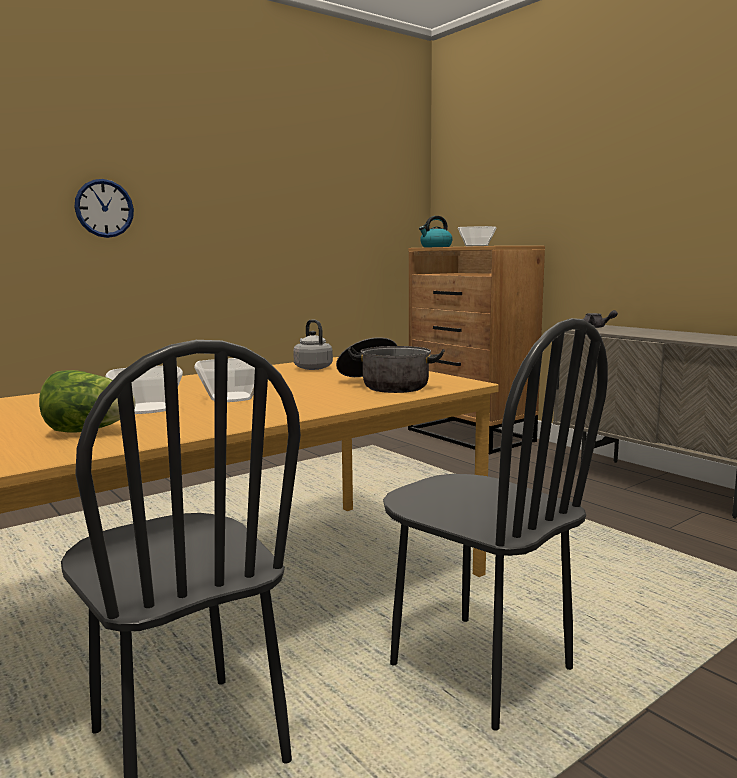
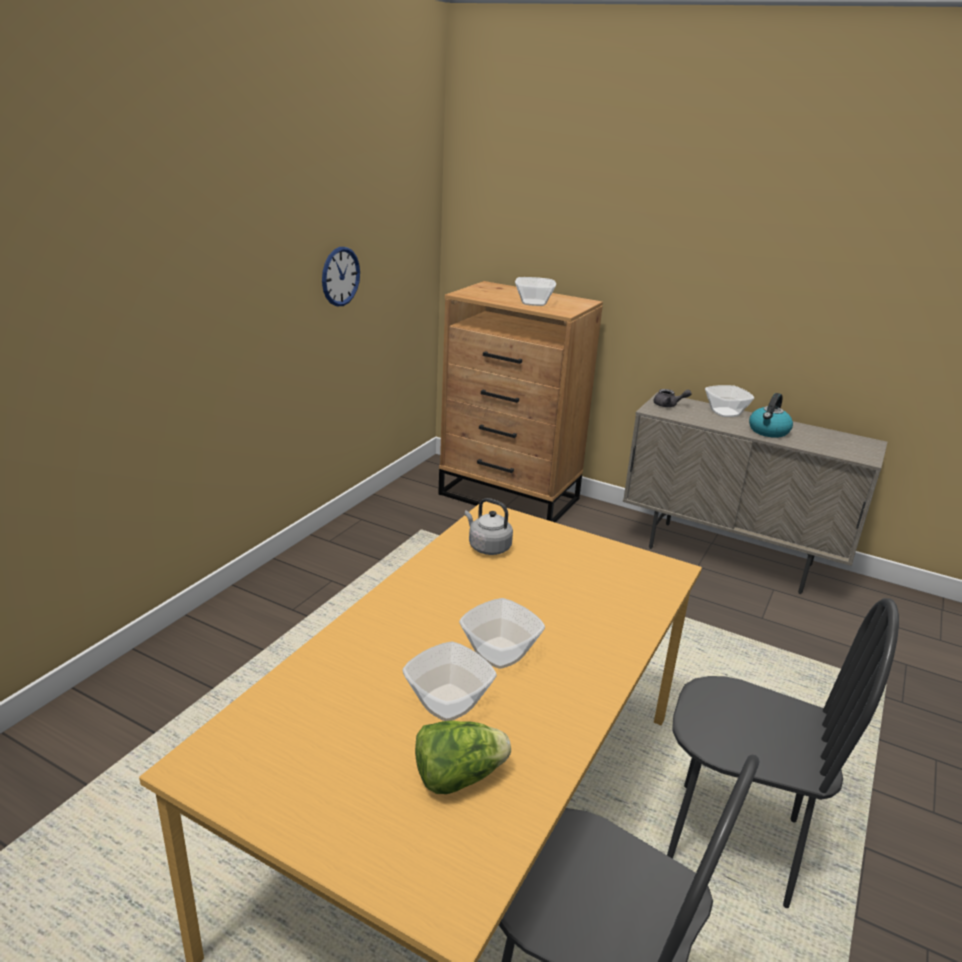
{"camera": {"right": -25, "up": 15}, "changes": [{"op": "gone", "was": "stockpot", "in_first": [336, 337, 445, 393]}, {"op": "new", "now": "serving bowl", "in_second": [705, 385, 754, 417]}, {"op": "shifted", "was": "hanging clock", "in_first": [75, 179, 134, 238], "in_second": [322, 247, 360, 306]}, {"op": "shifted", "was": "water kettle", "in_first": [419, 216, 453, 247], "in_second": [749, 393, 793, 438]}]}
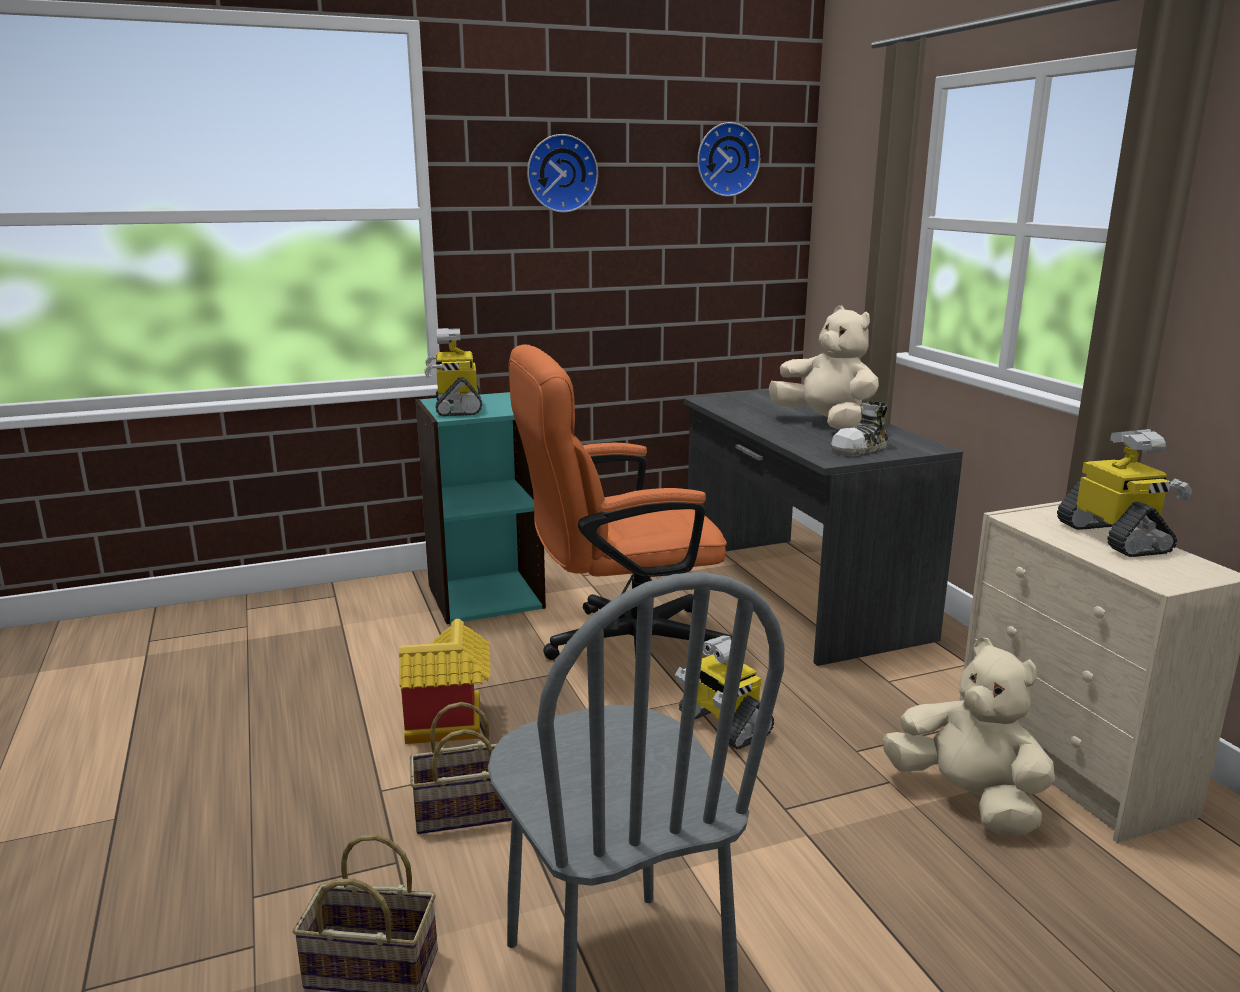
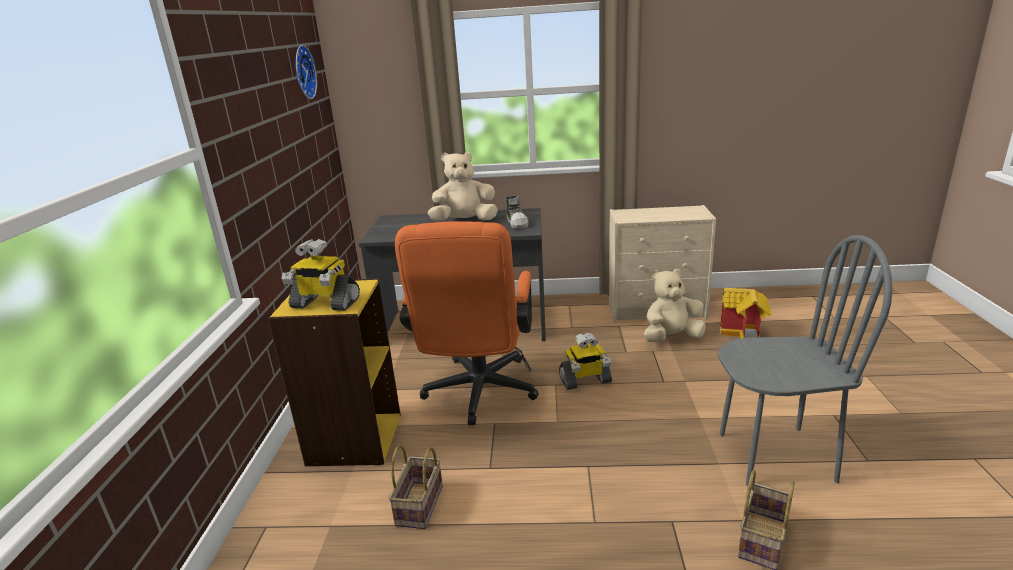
{"camera": {"right": -65, "up": 5}, "changes": [{"op": "gone", "was": "hanging clock", "in_first": [527, 134, 598, 213]}, {"op": "gone", "was": "robot figure", "in_first": [1057, 429, 1192, 557]}, {"op": "shifted", "was": "model house", "in_first": [399, 619, 491, 744], "in_second": [720, 288, 772, 338]}, {"op": "shifted", "was": "storage basket", "in_first": [410, 702, 512, 834], "in_second": [389, 445, 443, 529]}, {"op": "repainted", "was": "bookcase (blue-green)", "now": "bookcase (yellow-coloured)", "in_first": [416, 392, 546, 624], "in_second": [268, 278, 401, 466]}]}
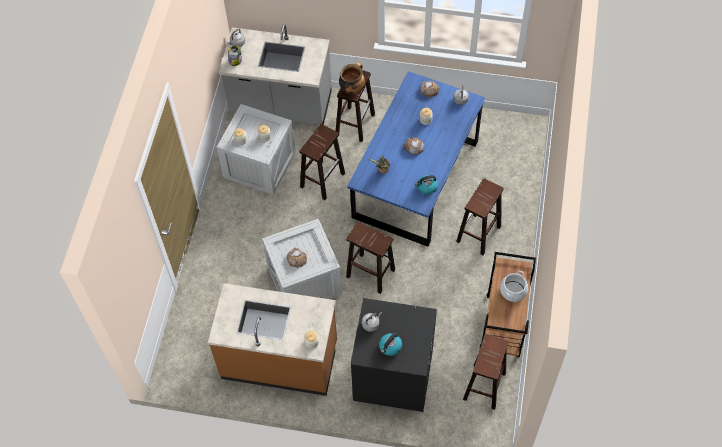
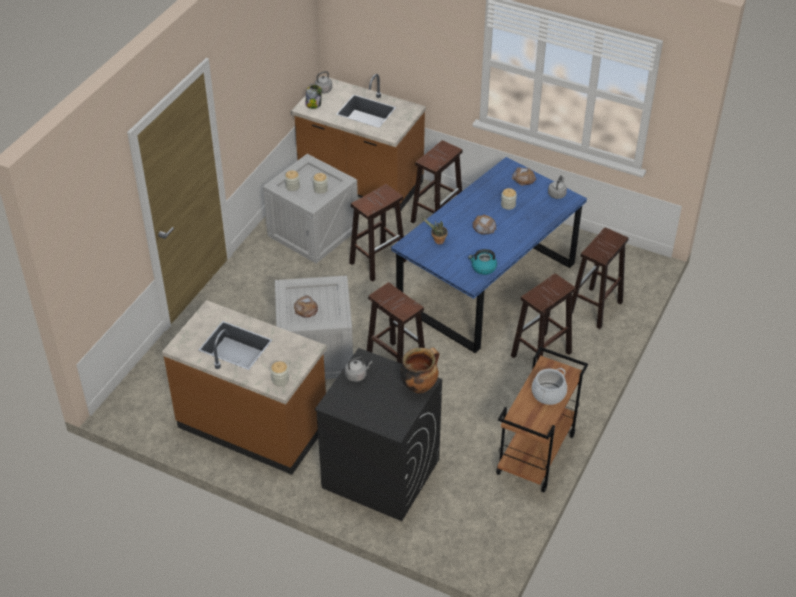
{"camera": {"right": 15, "up": -15}, "changes": [{"op": "gone", "was": "water kettle", "in_first": [379, 333, 402, 356]}, {"op": "shifted", "was": "stockpot", "in_first": [339, 62, 365, 95], "in_second": [400, 348, 439, 393]}, {"op": "shifted", "was": "sitting stool (brown-coloured)", "in_first": [463, 334, 509, 410], "in_second": [572, 227, 629, 329]}, {"op": "repainted", "was": "kitchen counter (gray)", "now": "kitchen counter (brown-coloured)", "in_first": [219, 24, 332, 125], "in_second": [291, 74, 426, 210]}]}
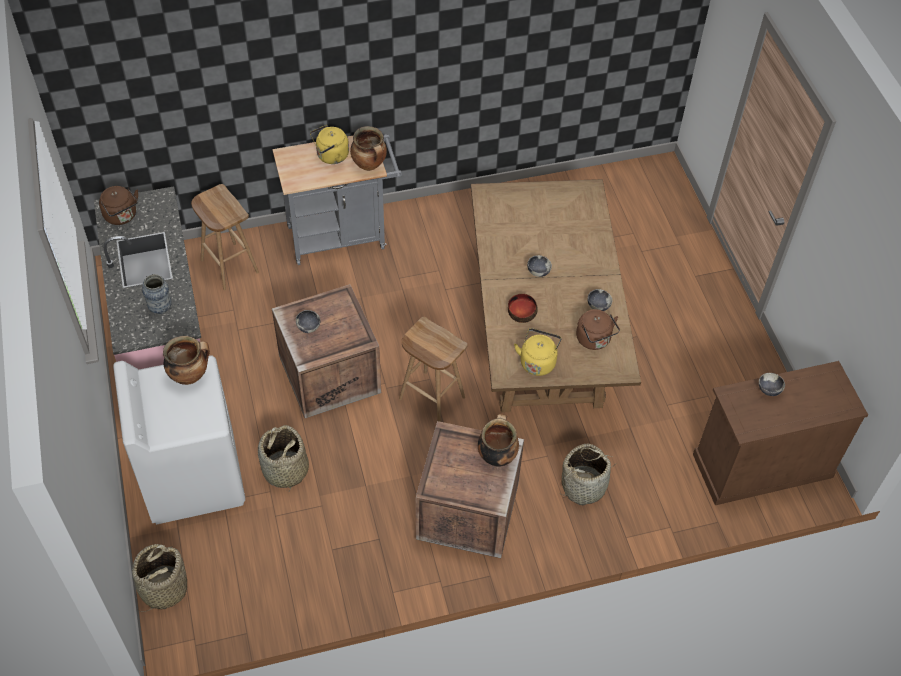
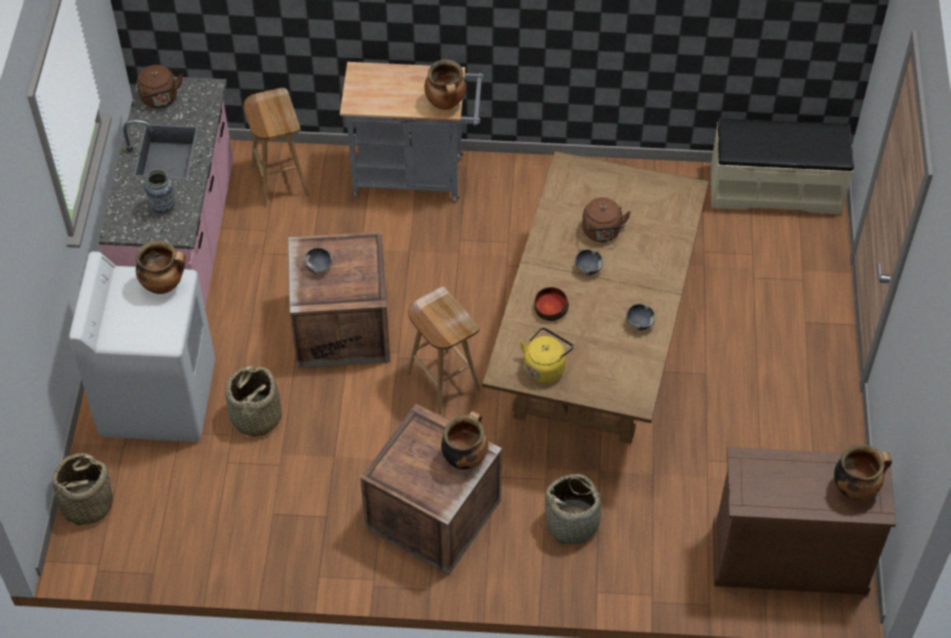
{"camera": {"right": 20, "up": 0}, "changes": [{"op": "gone", "was": "water kettle (yellow-coloured)", "in_first": [310, 125, 349, 164]}, {"op": "gone", "was": "serving bowl", "in_first": [759, 373, 785, 396]}, {"op": "new", "now": "bench (sand-coloured)", "in_second": [711, 118, 854, 215]}, {"op": "new", "now": "stockpot", "in_second": [834, 444, 892, 500]}, {"op": "shifted", "was": "water kettle (brown-coloured)", "in_first": [576, 309, 620, 350], "in_second": [582, 197, 631, 242]}]}
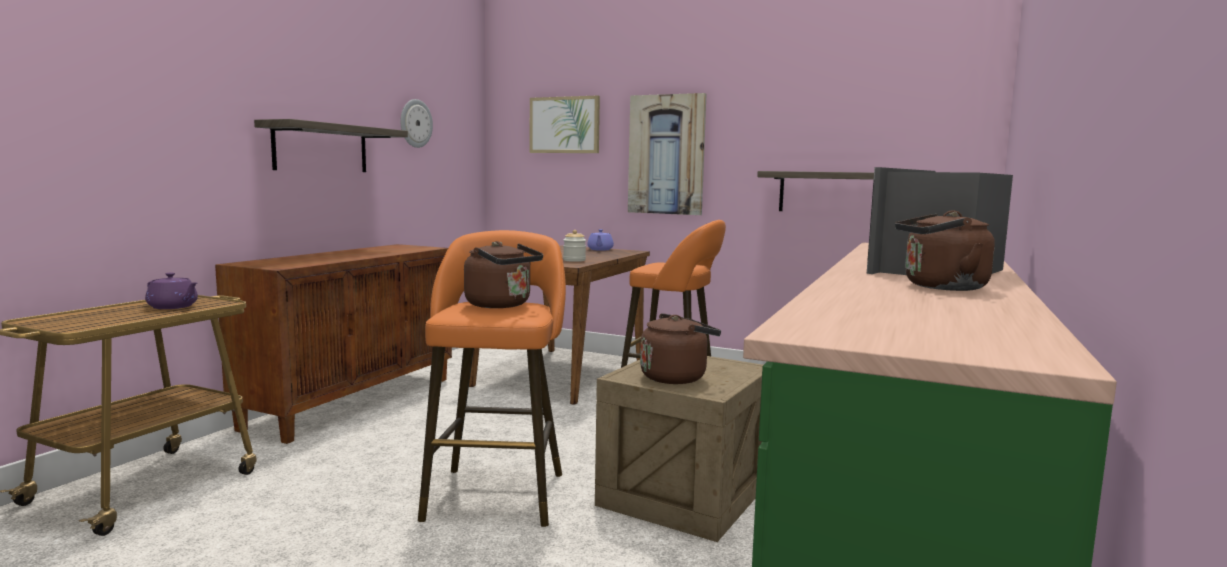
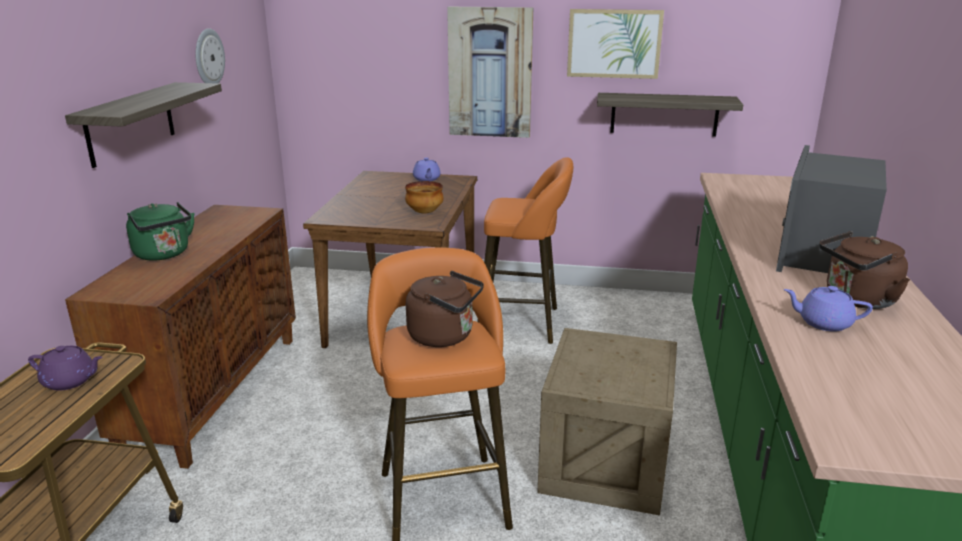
{"camera": {"right": -15, "up": 15}, "changes": [{"op": "gone", "was": "water kettle (brown-coloured)", "in_first": [640, 313, 721, 384]}, {"op": "new", "now": "water kettle (green-coloured)", "in_second": [126, 202, 195, 261]}, {"op": "new", "now": "pot for tea (purplish)", "in_second": [784, 286, 873, 332]}, {"op": "shifted", "was": "wall art", "in_first": [530, 95, 600, 153], "in_second": [567, 9, 664, 79]}, {"op": "swapped", "was": "preserve jar", "now": "serving bowl", "in_first": [563, 230, 586, 262], "in_second": [405, 181, 444, 214]}]}
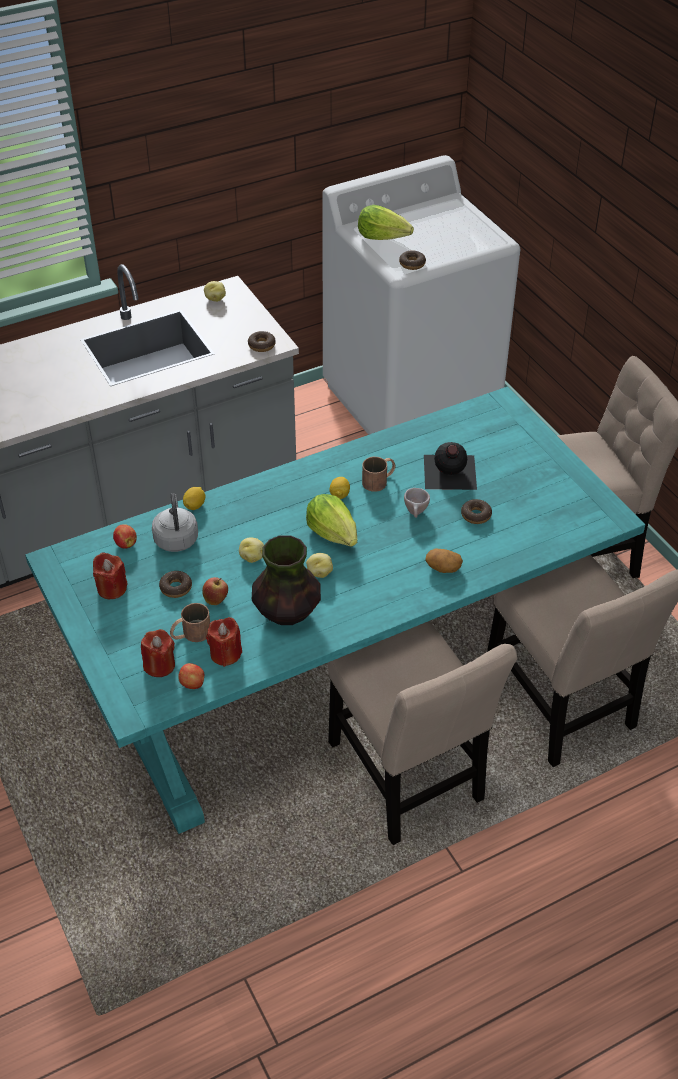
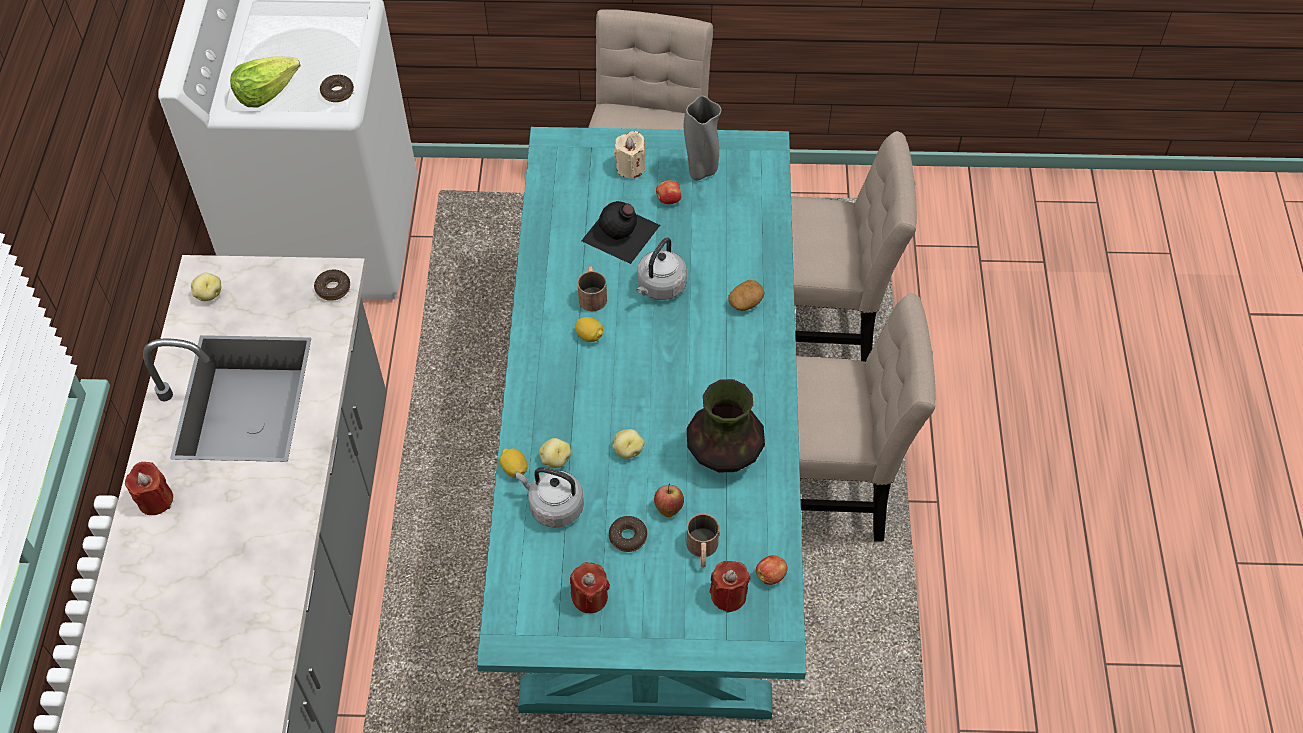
{"camera": {"right": -60, "up": 10}, "changes": [{"op": "gone", "was": "head of lettuce", "in_first": [306, 494, 357, 547]}, {"op": "gone", "was": "ring doughnut", "in_first": [461, 499, 492, 524]}, {"op": "new", "now": "wax candle (sand-coloured)", "in_second": [614, 131, 646, 179]}, {"op": "new", "now": "flower vase (gray)", "in_second": [684, 96, 722, 180]}, {"op": "shifted", "was": "whole apple", "in_first": [113, 524, 137, 549], "in_second": [656, 180, 682, 204]}, {"op": "shifted", "was": "wax candle (reddish)", "in_first": [206, 617, 242, 667], "in_second": [125, 462, 173, 515]}, {"op": "shifted", "was": "potato", "in_first": [306, 553, 333, 578], "in_second": [539, 438, 571, 468]}, {"op": "swapped", "was": "drinking cup (sand-coloured)", "now": "water kettle (gray)", "in_first": [404, 488, 430, 518], "in_second": [636, 237, 687, 300]}]}
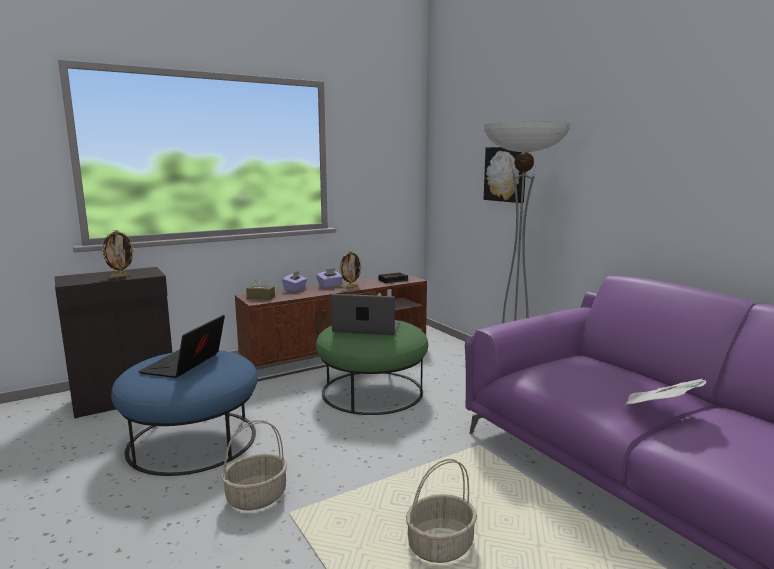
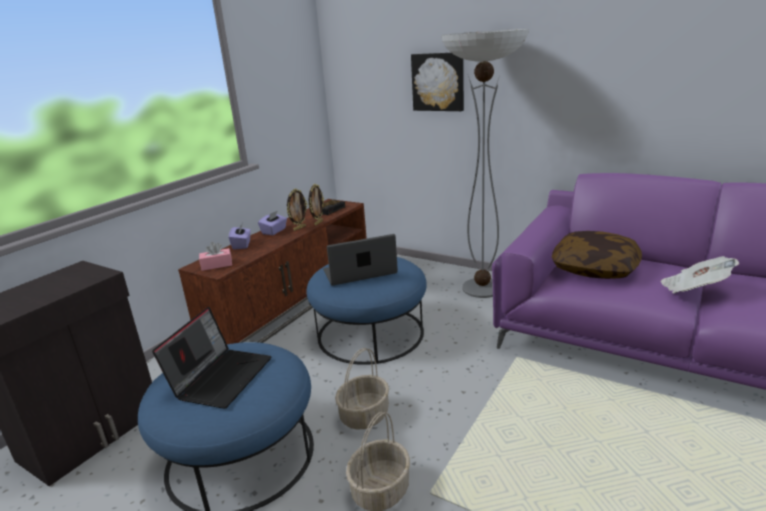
{"camera": {"right": -25, "up": 10}, "changes": [{"op": "new", "now": "throw pillow", "in_second": [552, 231, 642, 279]}, {"op": "shifted", "was": "standing frame", "in_first": [101, 230, 135, 278], "in_second": [309, 184, 324, 226]}, {"op": "shifted", "was": "storage basket", "in_first": [406, 459, 477, 563], "in_second": [335, 348, 389, 430]}, {"op": "repainted", "was": "tissue box (brown-coloured)", "now": "tissue box (pinkish)", "in_first": [246, 277, 275, 300], "in_second": [199, 242, 232, 271]}, {"op": "repainted", "was": "footrest (green-coloured)", "now": "footrest (blue-coloured)", "in_first": [316, 320, 428, 415], "in_second": [306, 257, 427, 365]}, {"op": "rotated", "was": "laptop", "in_first": [138, 315, 225, 378], "in_second": [152, 307, 272, 409], "clockwise": -150}]}
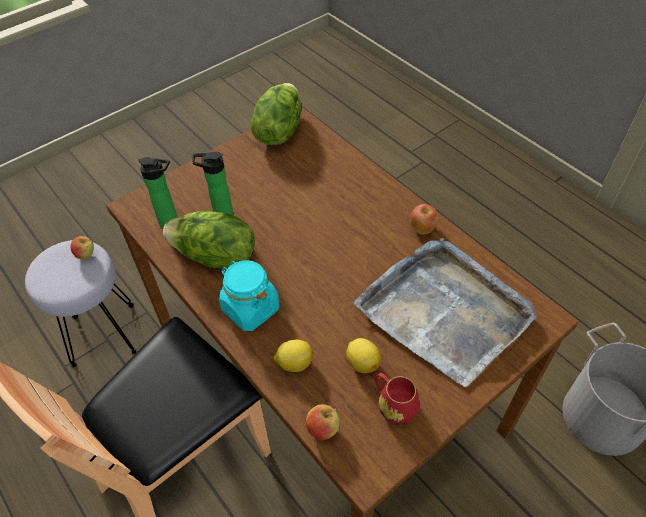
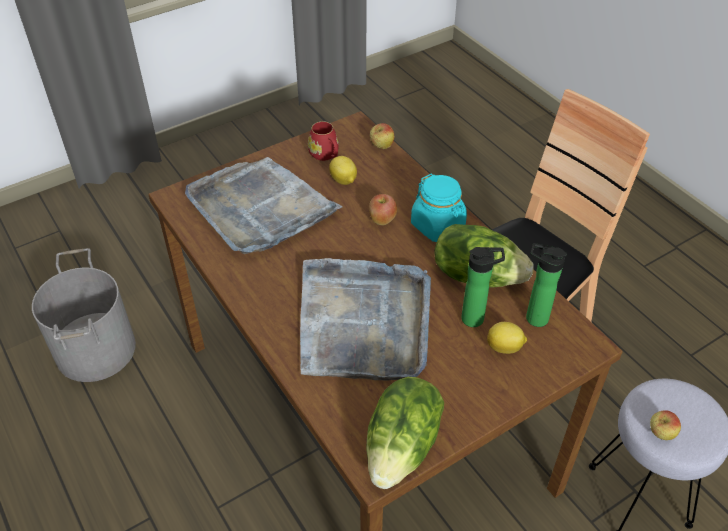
{"camera": {"right": -175, "up": -5}, "changes": [{"op": "new", "now": "serving tray (gray)", "in_second": [300, 258, 431, 381]}, {"op": "shifted", "was": "whole lemon", "in_first": [274, 340, 313, 372], "in_second": [487, 322, 527, 354]}, {"op": "shifted", "was": "whole apple", "in_first": [410, 204, 438, 235], "in_second": [369, 194, 397, 225]}]}
